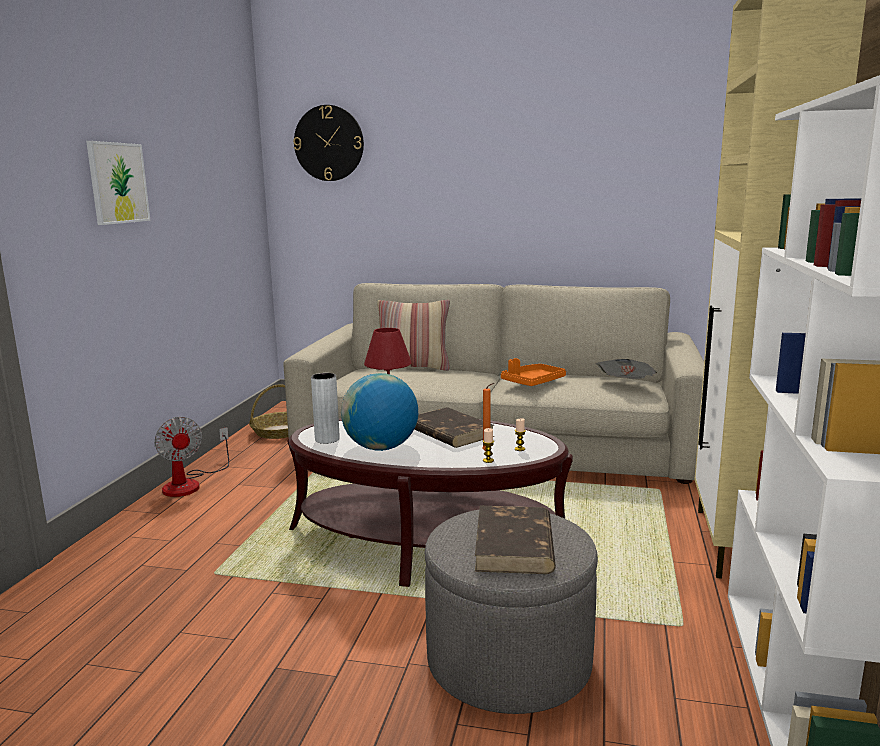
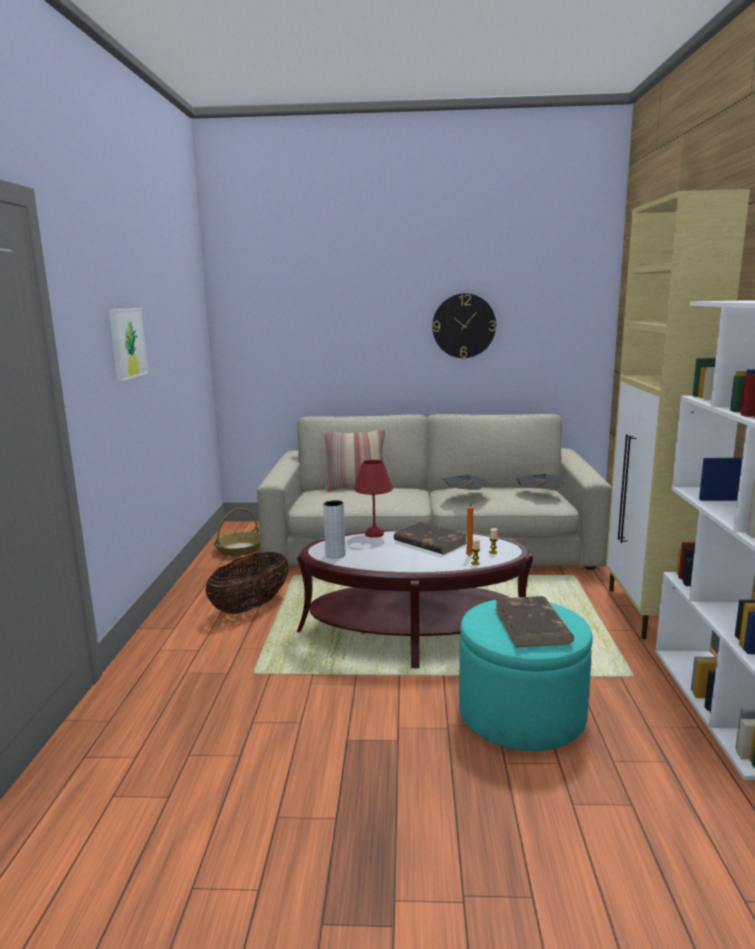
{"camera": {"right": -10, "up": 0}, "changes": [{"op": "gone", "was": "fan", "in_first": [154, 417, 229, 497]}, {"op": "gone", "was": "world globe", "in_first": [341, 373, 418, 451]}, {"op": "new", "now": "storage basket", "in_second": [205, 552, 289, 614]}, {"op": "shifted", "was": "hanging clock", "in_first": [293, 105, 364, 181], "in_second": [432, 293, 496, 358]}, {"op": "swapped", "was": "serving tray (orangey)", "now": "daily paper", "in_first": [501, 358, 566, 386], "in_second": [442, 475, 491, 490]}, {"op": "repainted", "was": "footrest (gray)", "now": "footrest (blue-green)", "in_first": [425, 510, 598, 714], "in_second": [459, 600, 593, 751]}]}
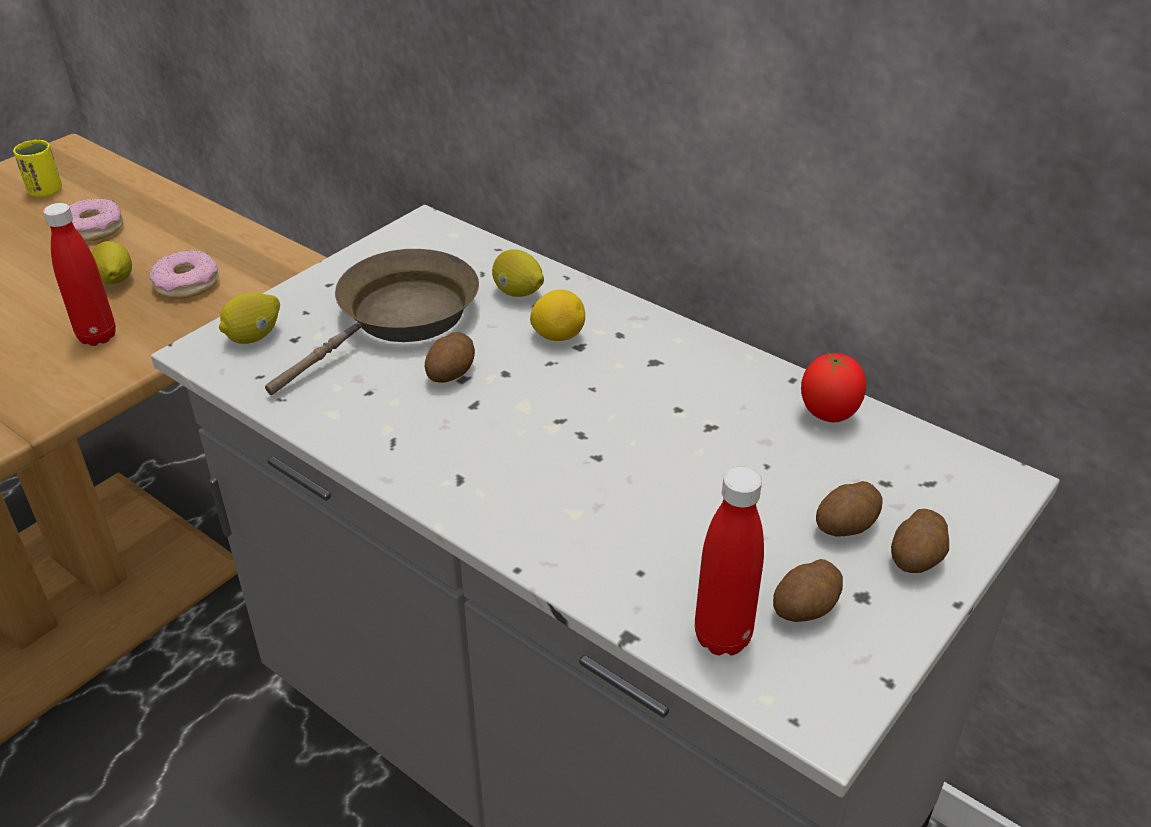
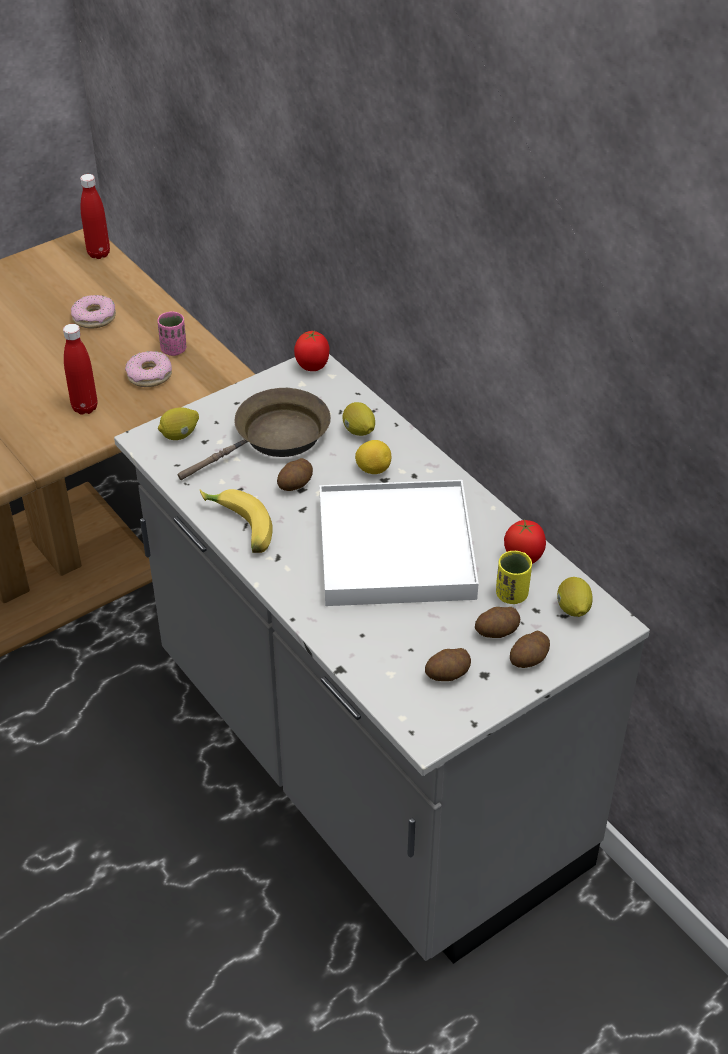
{"camera": {"right": 15, "up": 5}, "changes": [{"op": "new", "now": "drinking cup (pinkish)", "in_second": [157, 312, 186, 356]}, {"op": "new", "now": "banana fruit", "in_second": [199, 489, 273, 553]}, {"op": "new", "now": "tomato", "in_second": [294, 330, 329, 371]}, {"op": "new", "now": "serving tray (whitish)", "in_second": [320, 480, 479, 606]}, {"op": "shifted", "was": "drinking cup (yellow-coloured)", "in_first": [13, 140, 62, 198], "in_second": [496, 551, 532, 604]}, {"op": "shifted", "was": "whole lemon", "in_first": [91, 241, 132, 284], "in_second": [557, 577, 593, 617]}, {"op": "shifted", "was": "bottle (reddish)", "in_first": [695, 467, 764, 655], "in_second": [80, 174, 110, 259]}]}
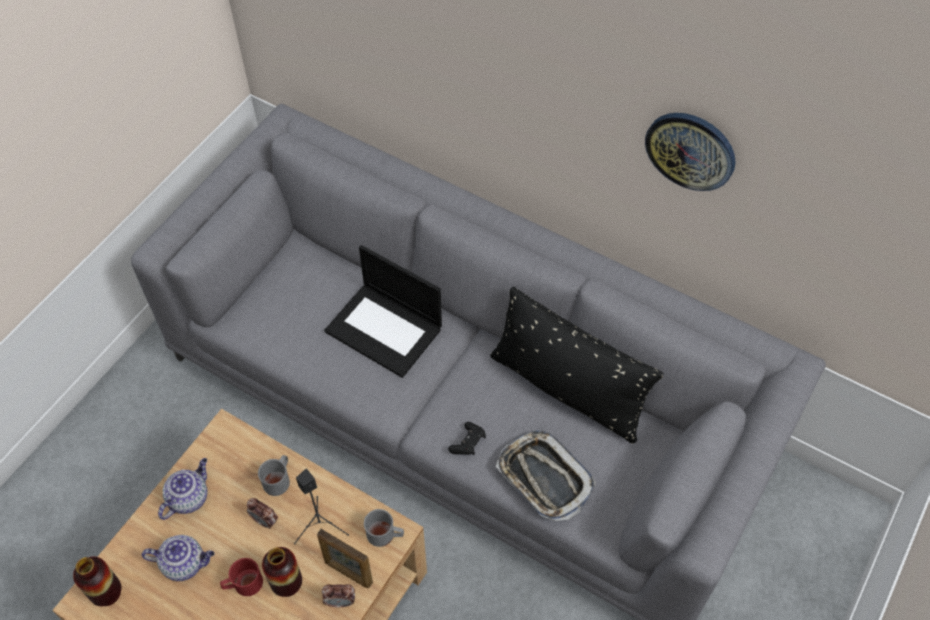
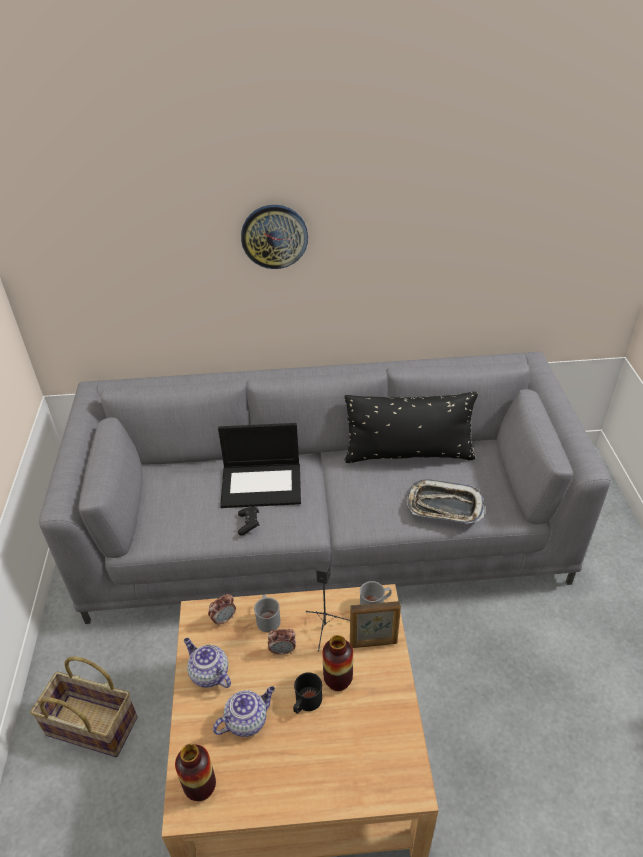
{"camera": {"right": -35, "up": -15}, "changes": [{"op": "new", "now": "storage basket", "in_second": [30, 656, 138, 757]}, {"op": "shifted", "was": "alarm clock", "in_first": [322, 584, 355, 607], "in_second": [208, 594, 236, 626]}, {"op": "shifted", "was": "gamepad (blackish)", "in_first": [448, 422, 486, 455], "in_second": [238, 507, 260, 535]}, {"op": "shifted", "was": "hanging clock", "in_first": [645, 113, 735, 191], "in_second": [241, 205, 308, 269]}, {"op": "repainted", "was": "tea mug (reddish)", "now": "tea mug (blackish)", "in_first": [220, 558, 263, 596], "in_second": [293, 672, 322, 714]}, {"op": "rotated", "was": "pot for tea", "in_first": [158, 458, 208, 520], "in_second": [184, 638, 231, 688], "clockwise": -45}]}
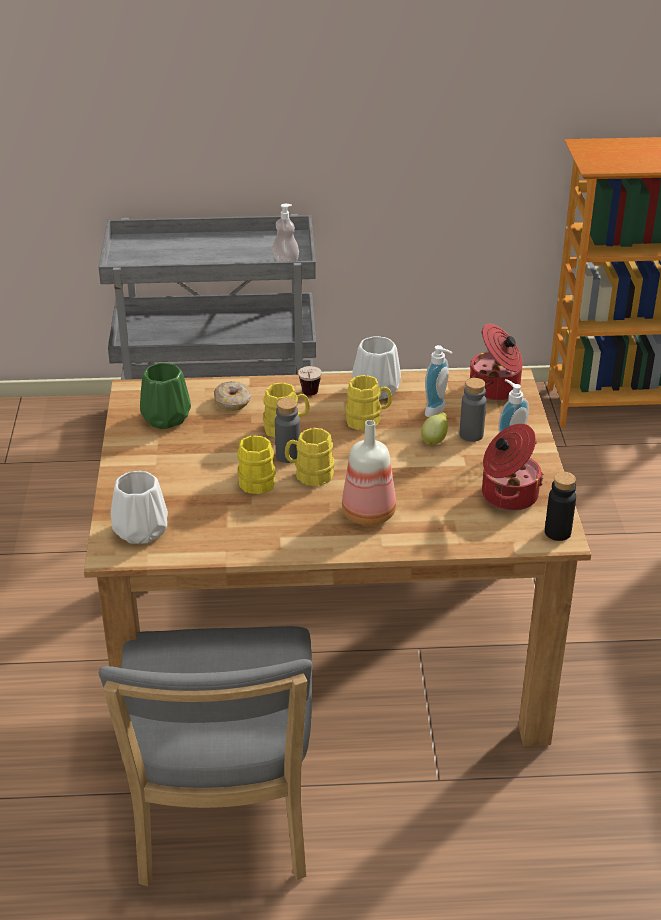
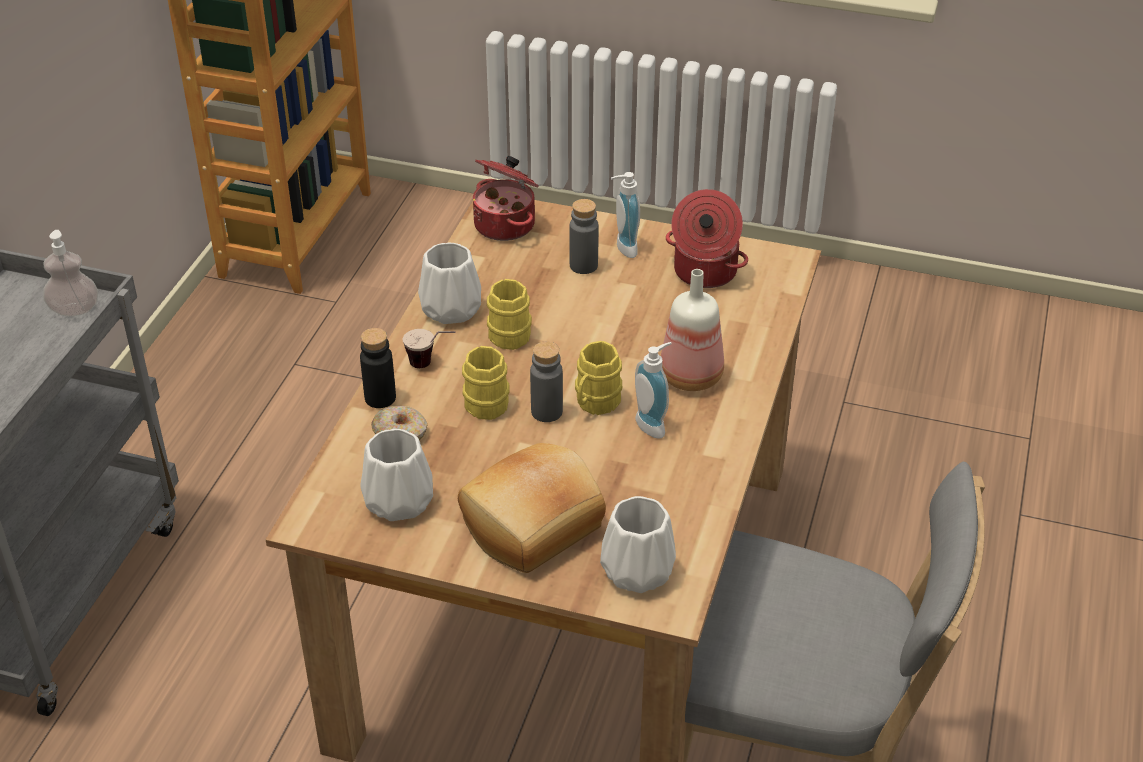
{"camera": {"right": -70, "up": 5}, "changes": [{"op": "gone", "was": "tea mug (yellow-coloured)", "in_first": [237, 436, 276, 494]}, {"op": "gone", "was": "whole lemon", "in_first": [421, 413, 448, 446]}, {"op": "new", "now": "bread", "in_second": [458, 443, 606, 573]}, {"op": "shifted", "was": "soap dispenser", "in_first": [425, 345, 453, 417], "in_second": [635, 342, 672, 439]}, {"op": "shifted", "was": "bottle (blackish)", "in_first": [545, 472, 576, 541], "in_second": [360, 328, 396, 408]}, {"op": "repainted", "was": "flower vase (green-coloured)", "now": "flower vase (whitish)", "in_first": [140, 363, 191, 429], "in_second": [360, 429, 433, 521]}]}
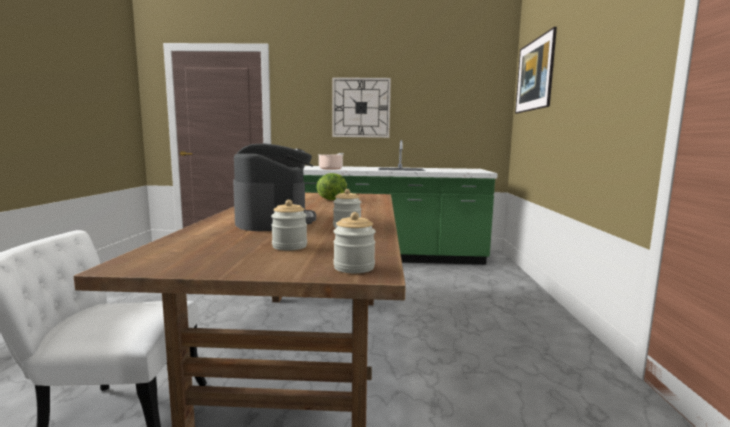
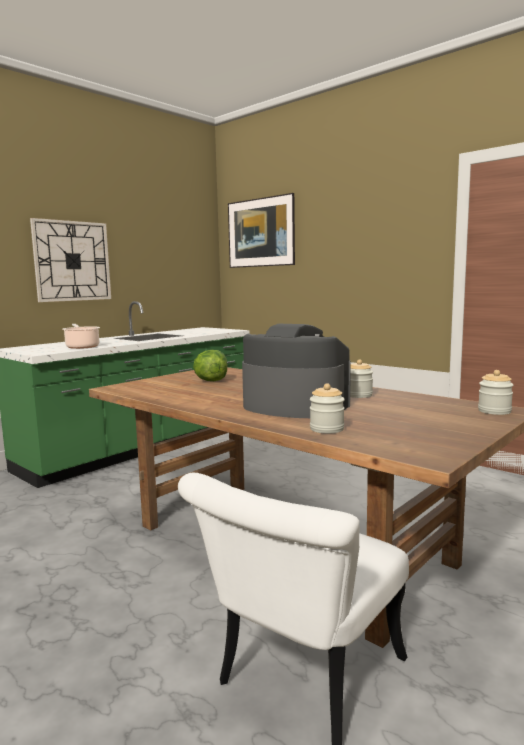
{"camera": {"right": -50, "up": 0}, "changes": [{"op": "shifted", "was": "preserve jar", "in_first": [271, 200, 307, 250], "in_second": [310, 383, 345, 434]}]}
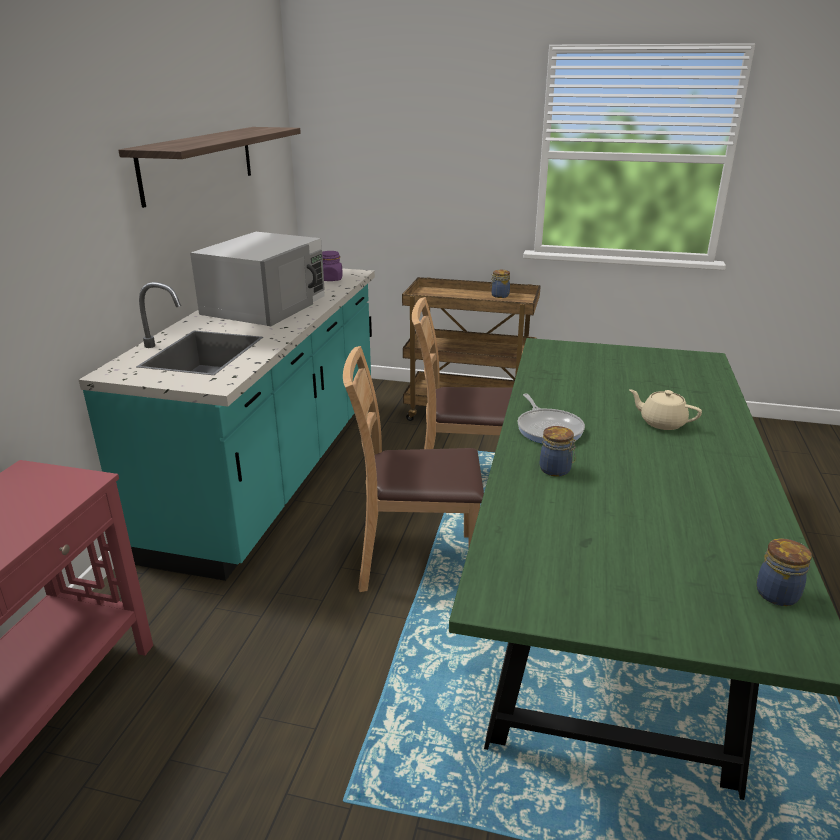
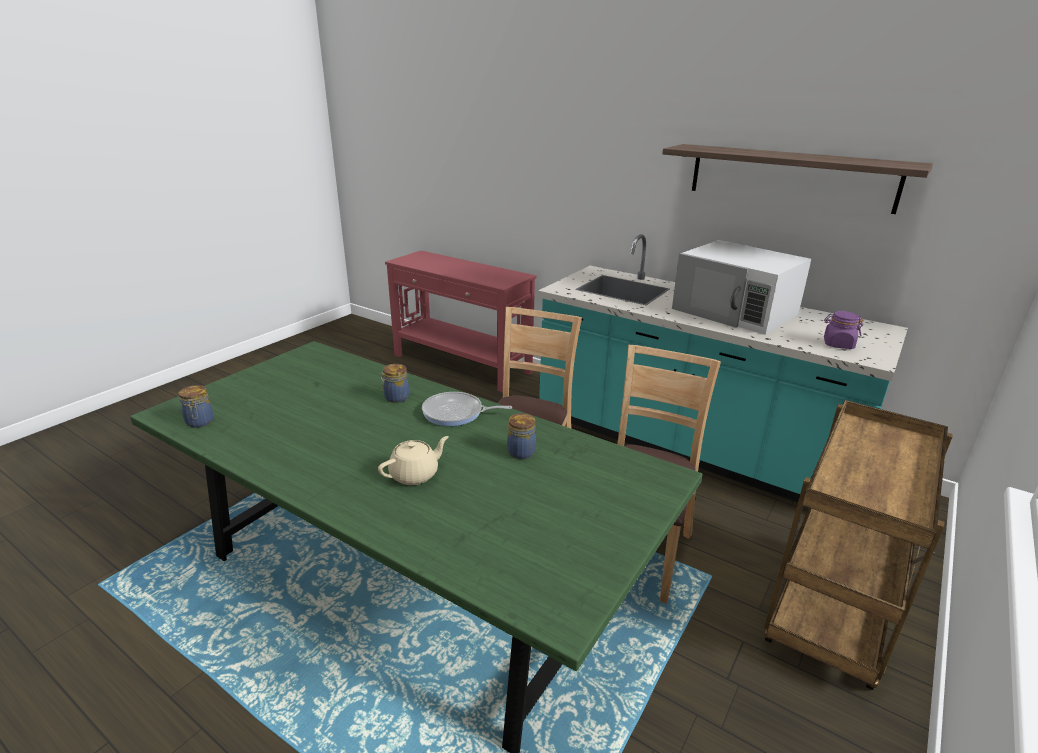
{"camera": {"right": 110, "up": 0}, "changes": [{"op": "shifted", "was": "preserve jar", "in_first": [490, 270, 510, 298], "in_second": [507, 413, 536, 459]}]}
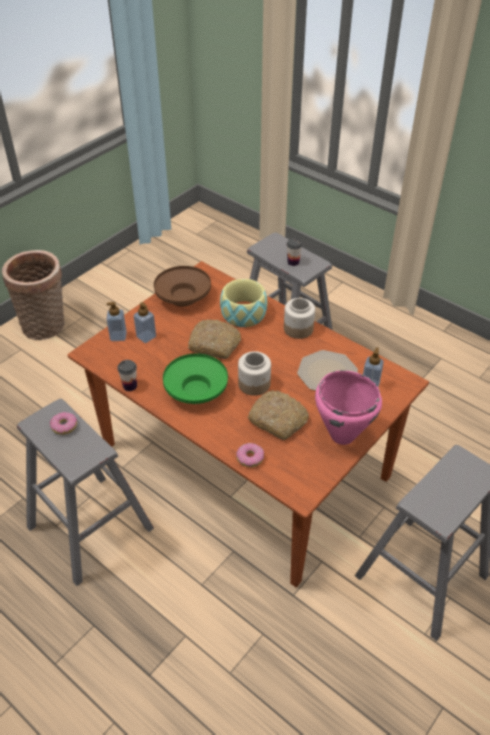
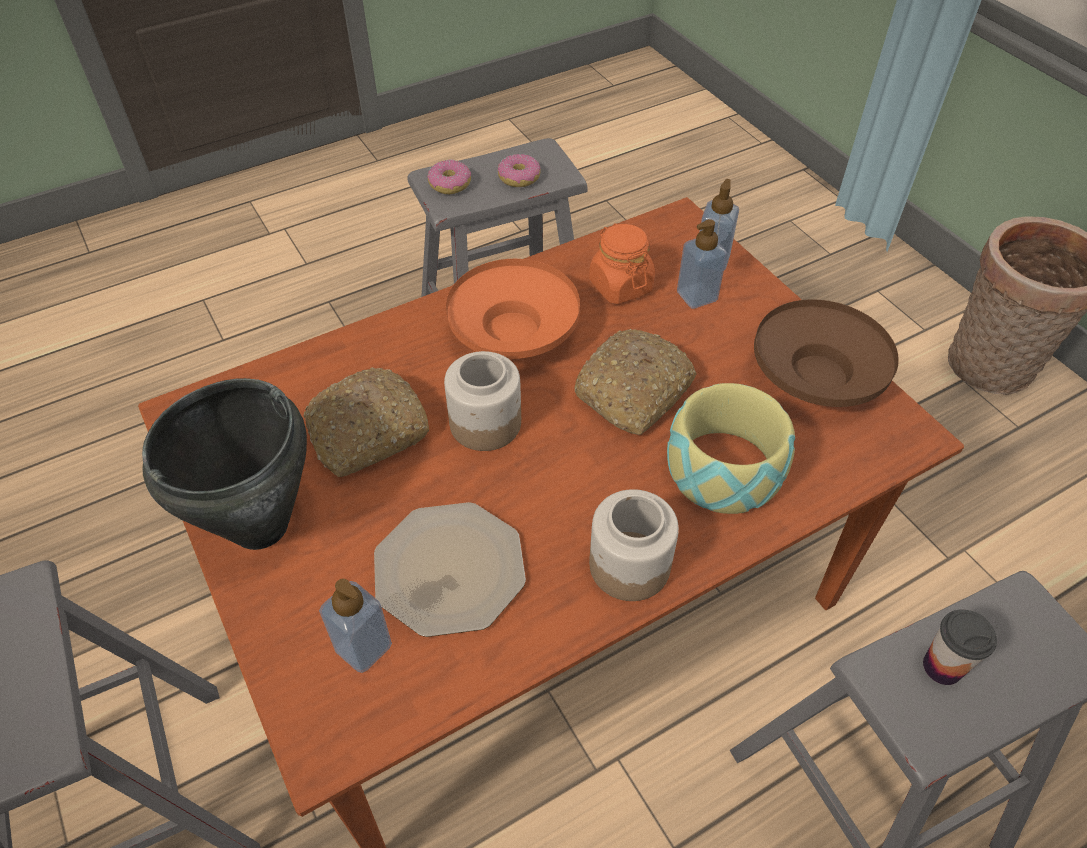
{"camera": {"right": 110, "up": 5}, "changes": [{"op": "gone", "was": "drinking cup", "in_first": [117, 360, 137, 391]}, {"op": "new", "now": "preserve jar (orangey)", "in_second": [589, 223, 655, 304]}, {"op": "shifted", "was": "ring doughnut", "in_first": [236, 443, 264, 467], "in_second": [428, 159, 471, 194]}, {"op": "repainted", "was": "serving bowl (green-coloured)", "now": "serving bowl (orangey)", "in_first": [163, 354, 228, 404], "in_second": [446, 259, 580, 359]}, {"op": "repainted", "was": "stockpot (pinkish)", "now": "stockpot (blackish)", "in_first": [315, 370, 382, 445], "in_second": [142, 378, 307, 550]}]}
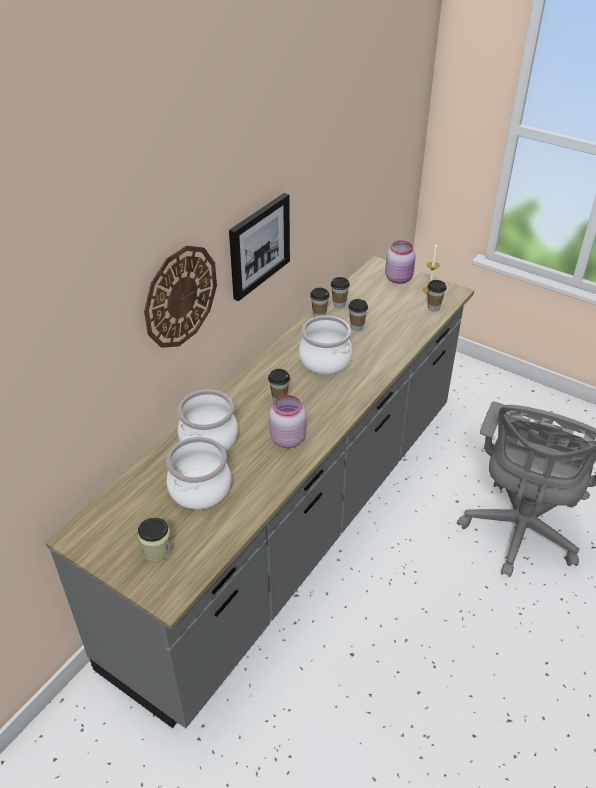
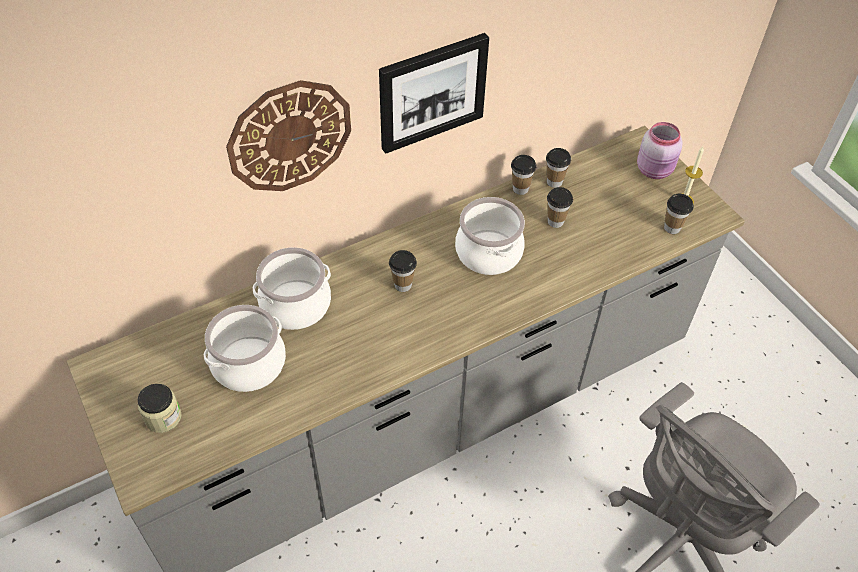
{"camera": {"right": 25, "up": 10}, "changes": [{"op": "gone", "was": "preserve jar (pinkish)", "in_first": [269, 395, 306, 448]}]}
